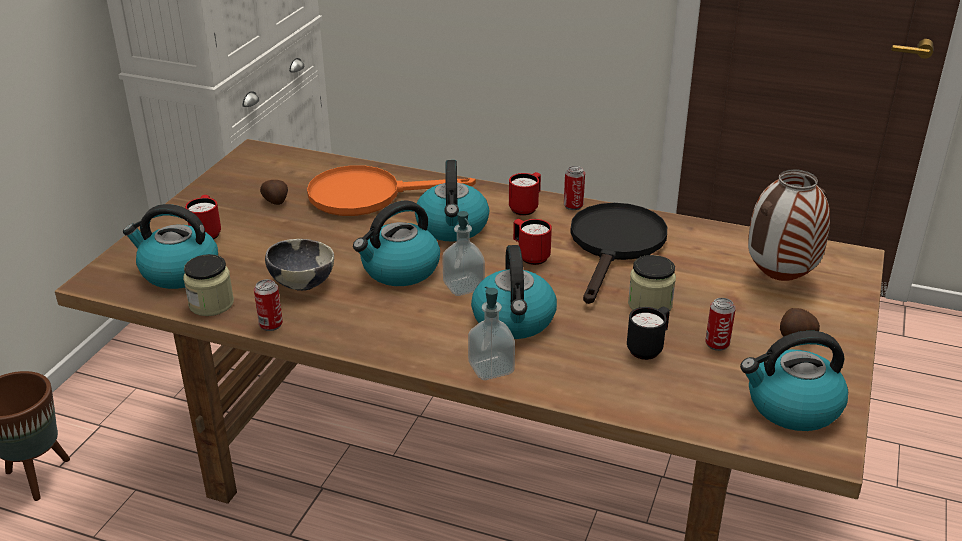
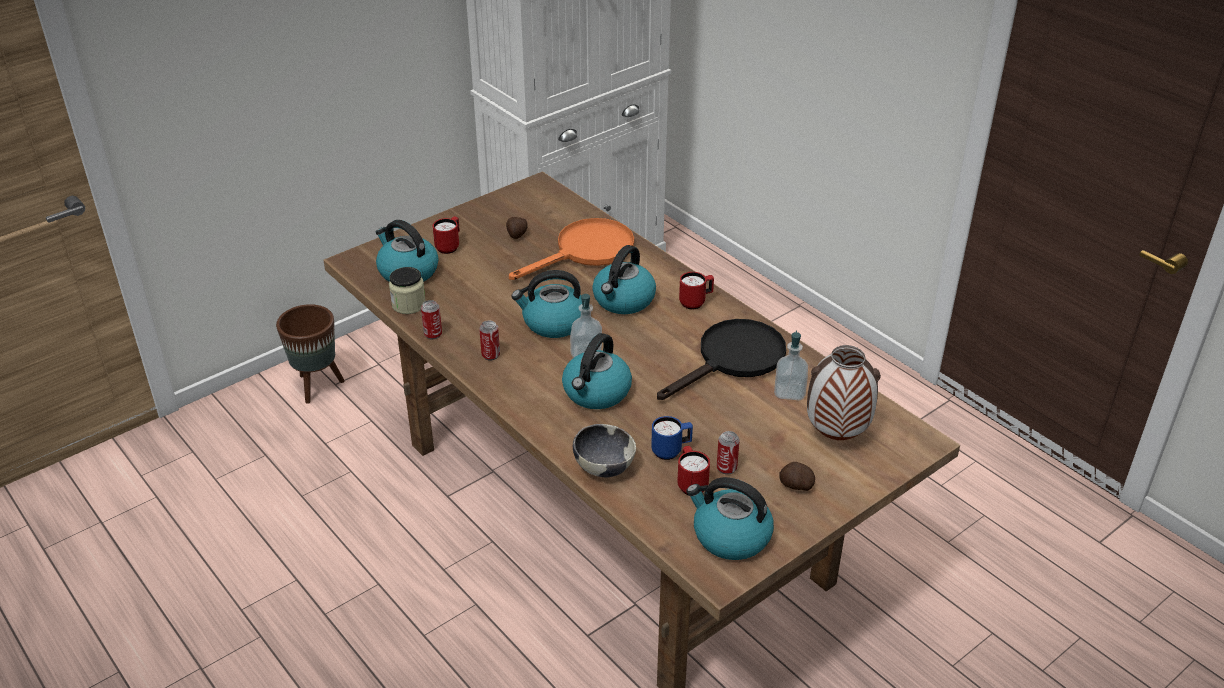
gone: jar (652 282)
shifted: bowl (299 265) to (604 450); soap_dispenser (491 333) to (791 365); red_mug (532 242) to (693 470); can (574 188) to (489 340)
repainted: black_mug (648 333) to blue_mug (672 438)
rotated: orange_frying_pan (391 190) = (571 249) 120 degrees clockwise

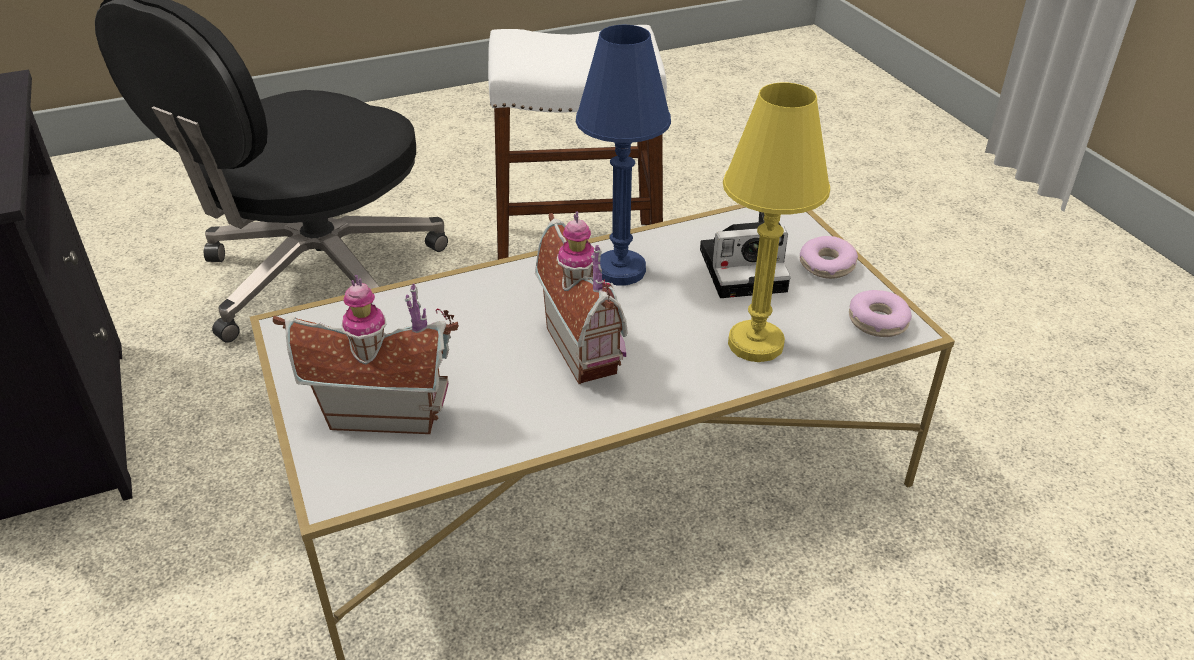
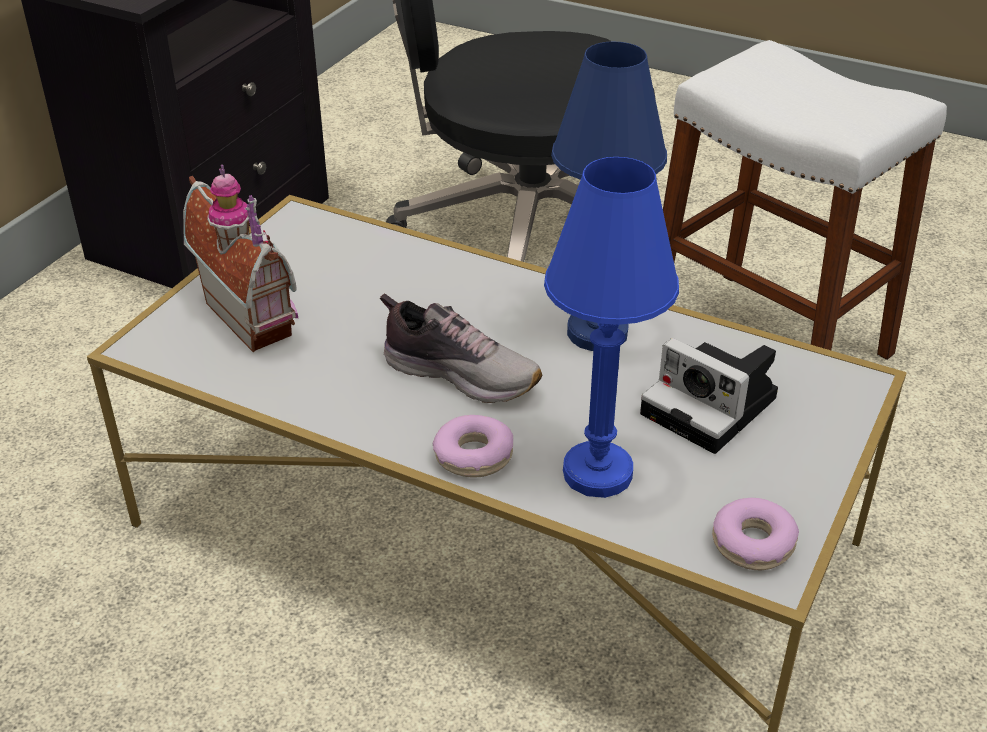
shifted: donut (829 257) to (472 446)
swapped: toy_house (581 297) to shoe (461 348)
repainted: yellow_table_lamp (776 222) to blue_table_lamp (611 327)

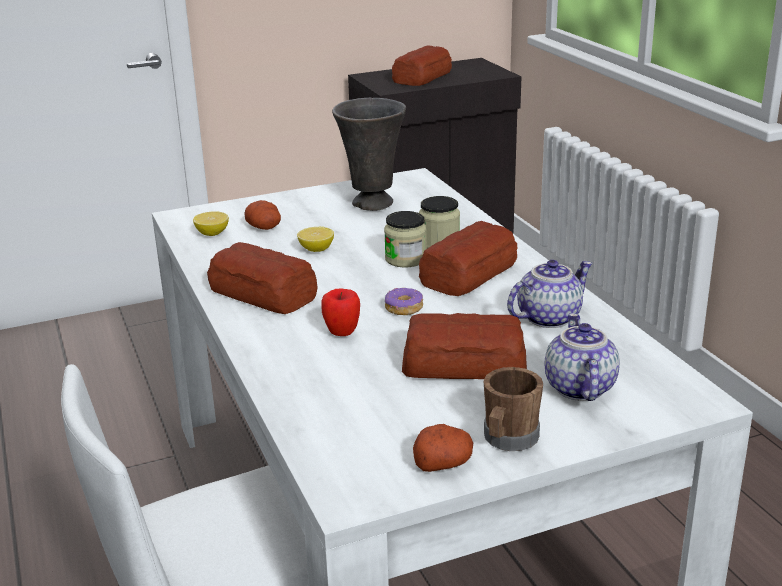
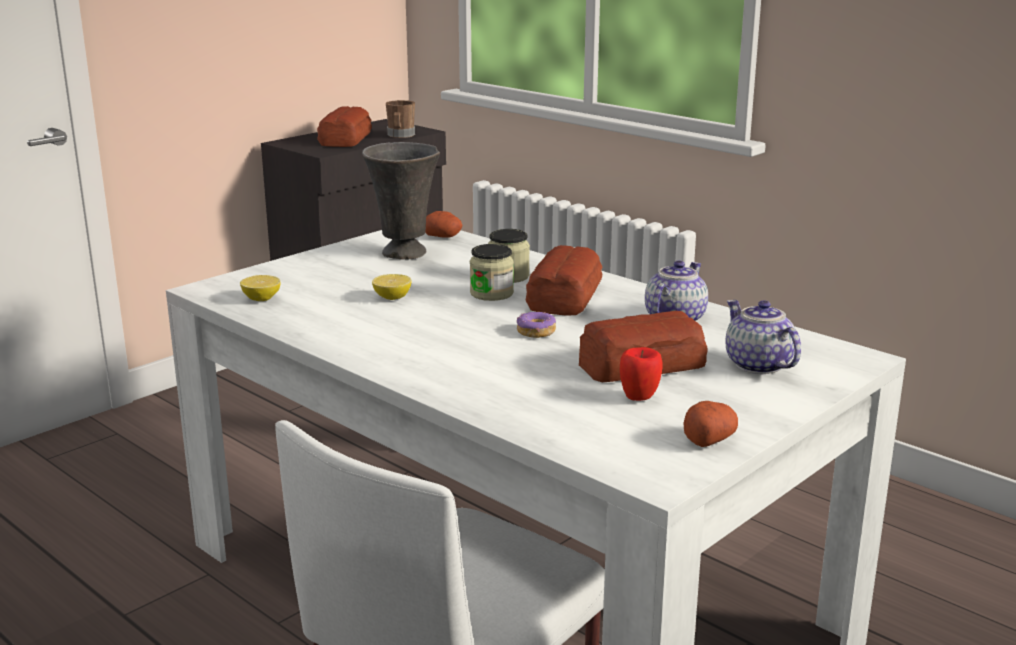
gone: bread (262 278)
shifted: potato (262 215) to (443 224); apple (340 312) to (641 374); brown_mug (513 409) to (400 119)

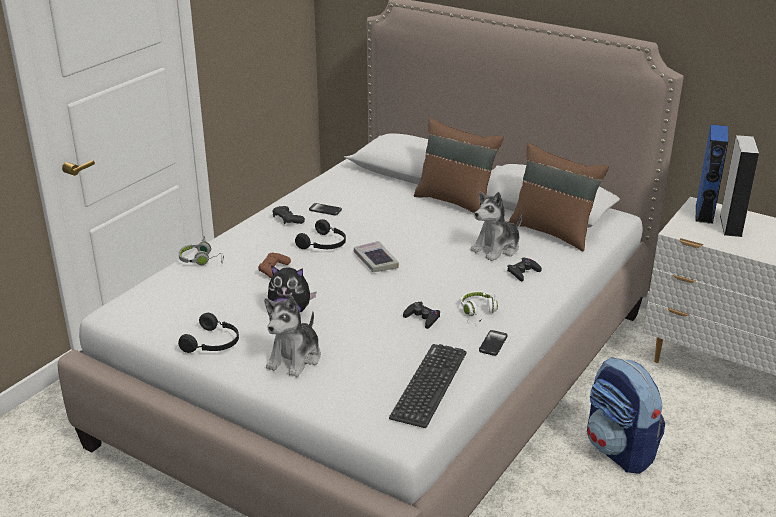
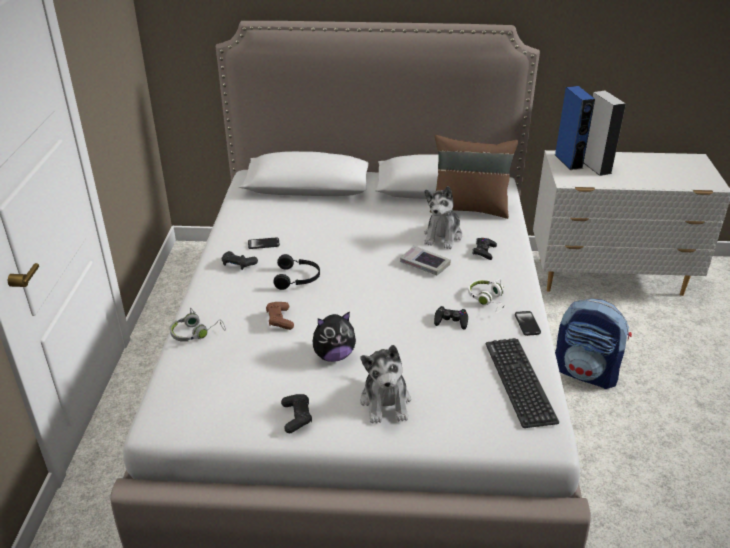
gone: brown_pillow (459 165)
shifted: book (376 256) to (425 260)
swapped: black_headphones (208 333) to black_game_controller (296 413)

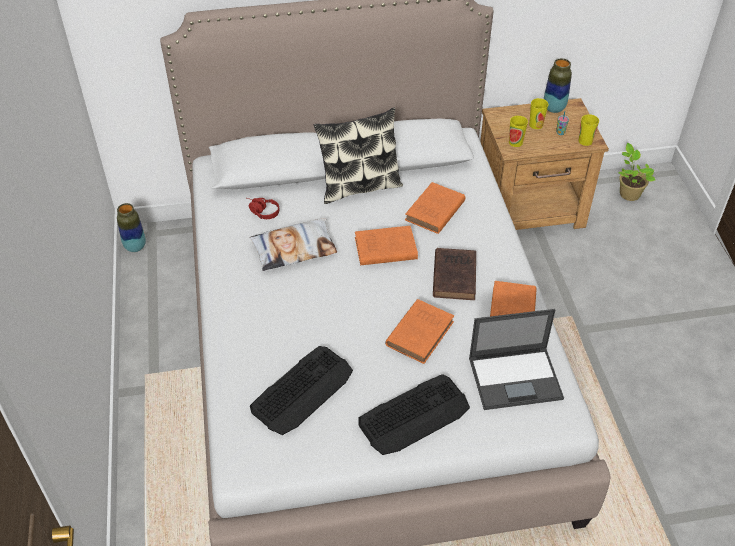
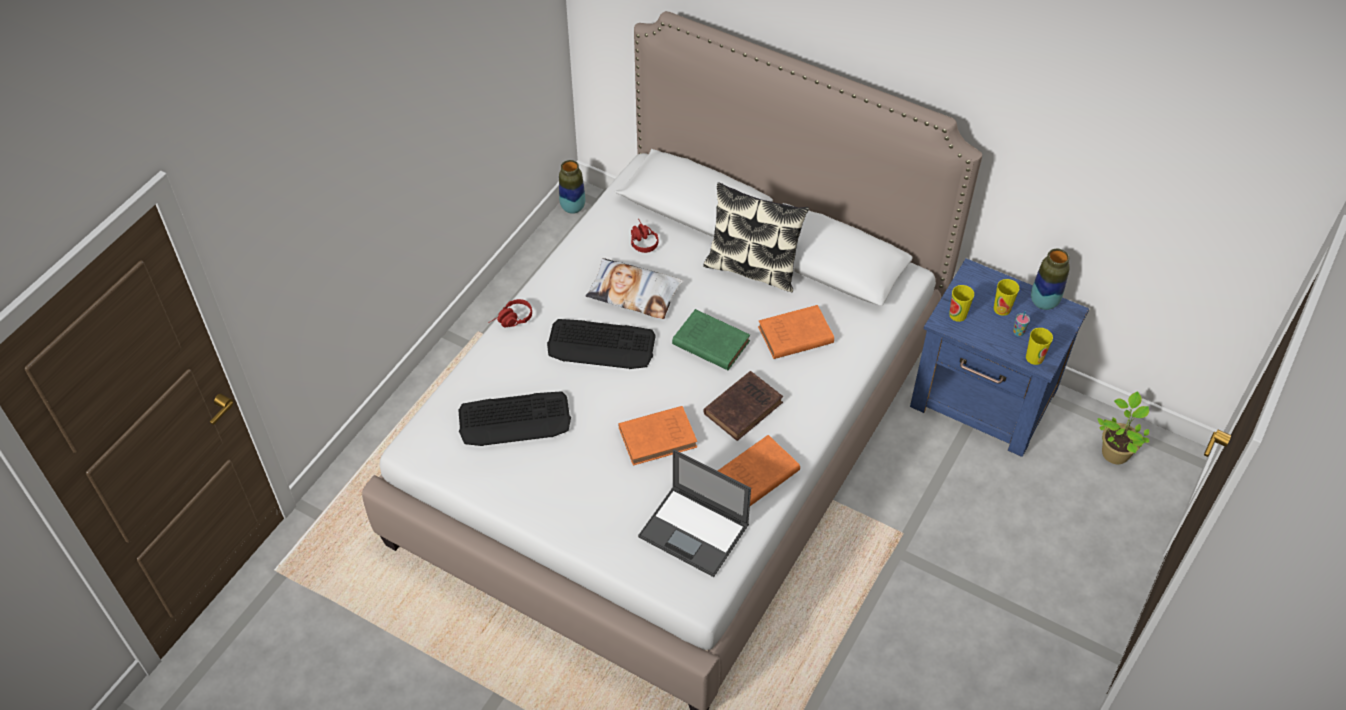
new: red_headphones (510 313)
shifted: keyboard (414 414) to (601 344)
repainted: orange_book (386 246) to green_book (711 339); brown_nightstand (544 164) to blue_nightstand (999 358)

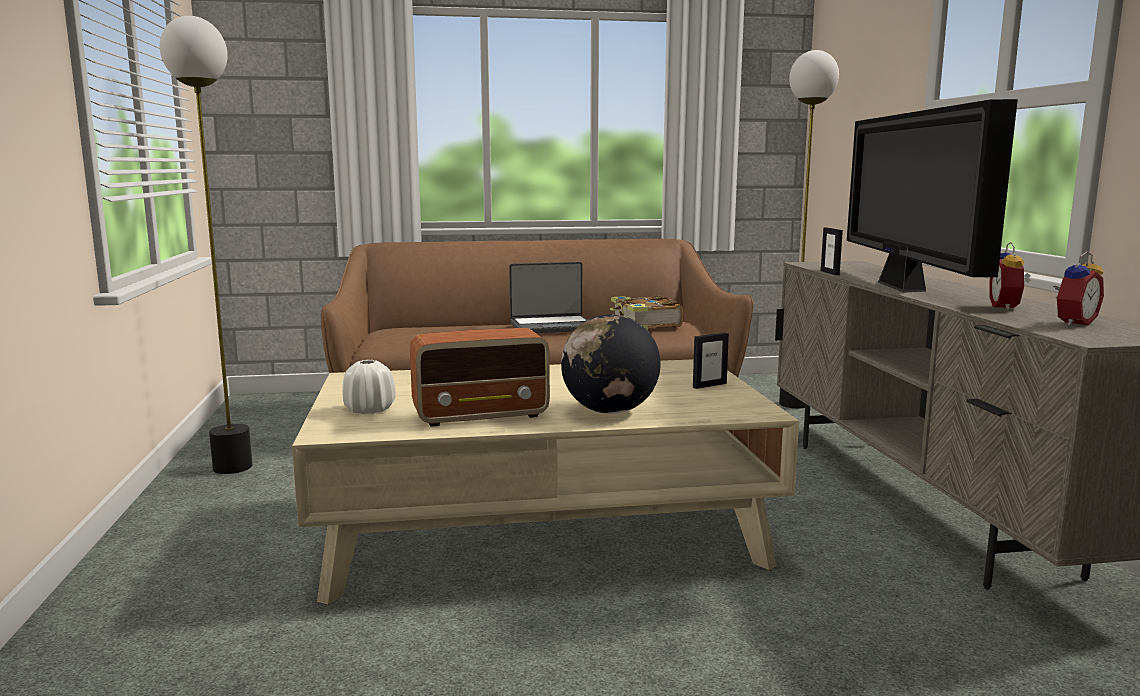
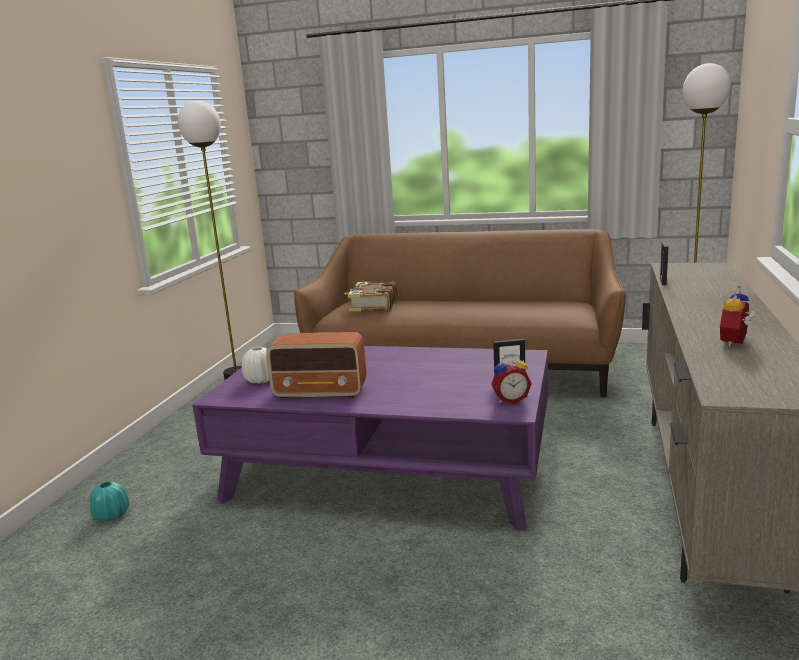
gone: laptop (548 297); globe (611 364); television (932 196)
new: turquoise_vase (109 501)
shifted: book (646 312) to (370 296); alarm_clock (1078 288) to (511 379)
repainted: beige_coffee_table (545 481) to purple_coffee_table (370 438)

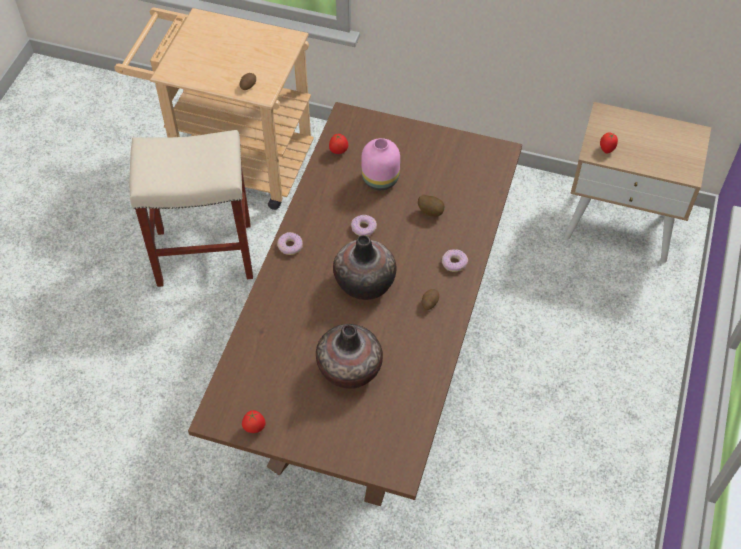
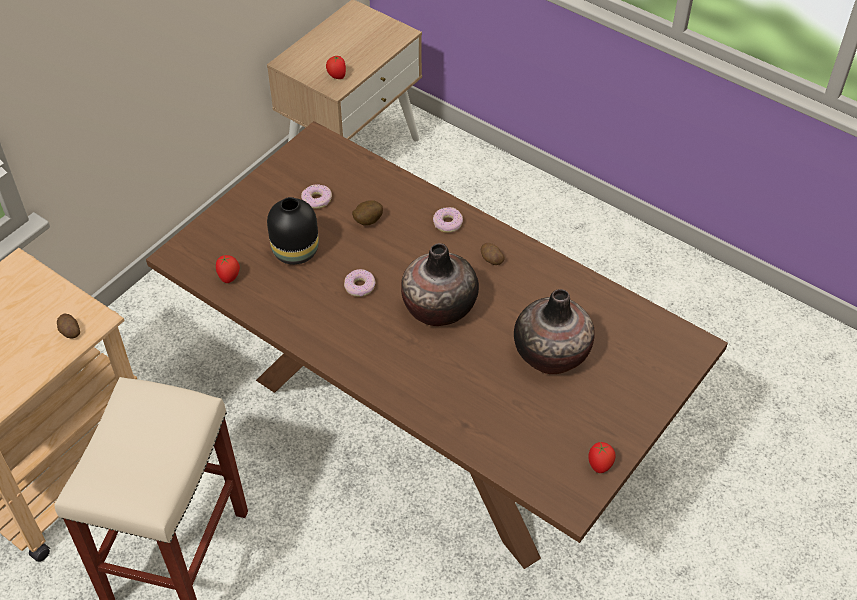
shifted: donut (290 243) to (316 196)
repainted: pink_vase (380 164) to black_vase (293 231)

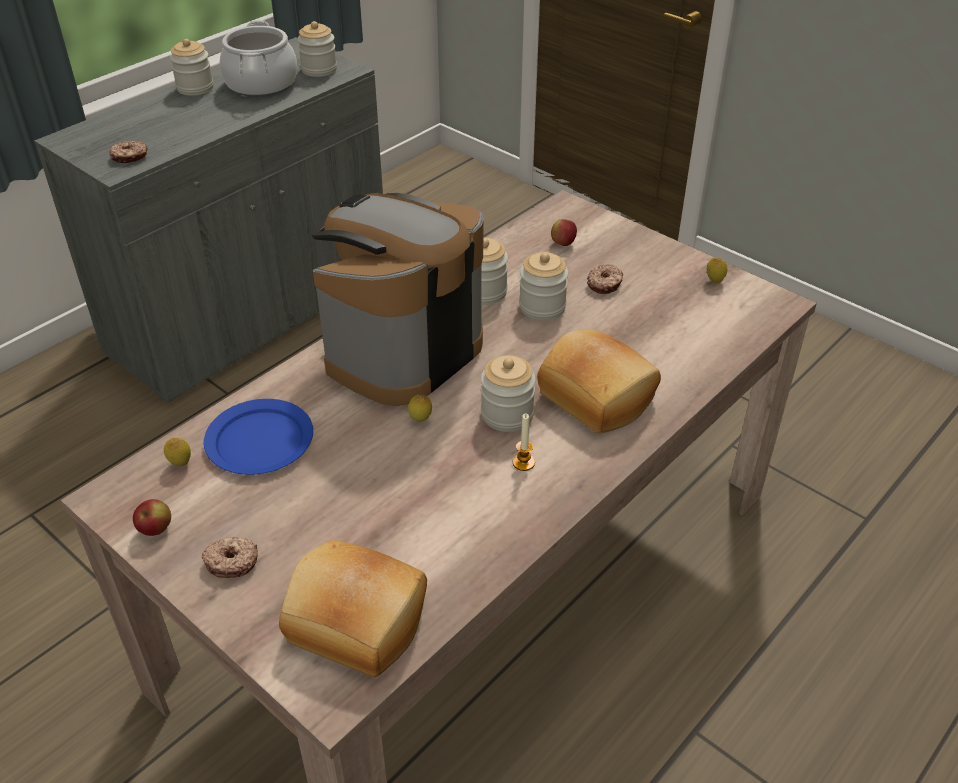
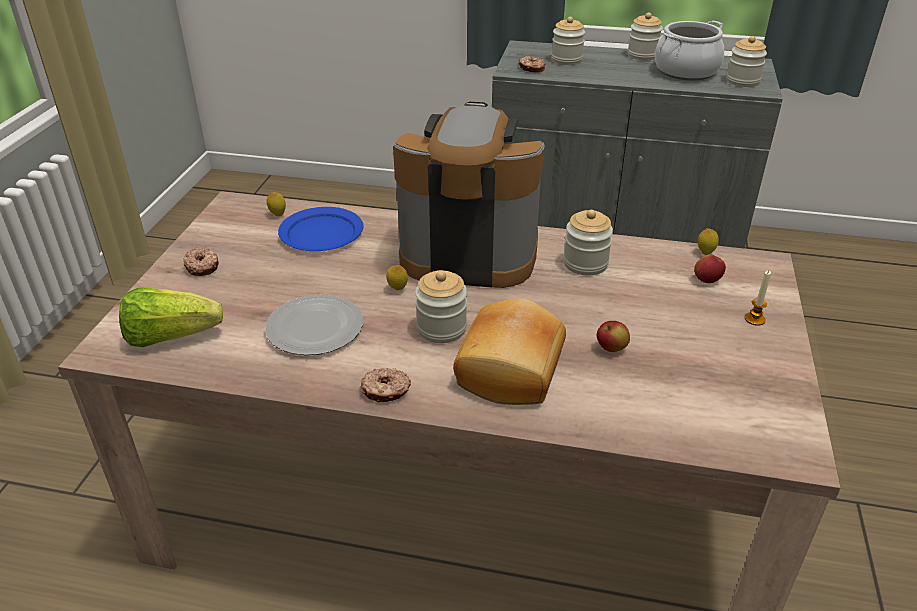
new: plate (314 324)
shifted: apple (152 517) to (613 336); candle (524 442) to (758 298); jar (543 286) to (568 41); donut (605 279) to (386 385); lemon (717 270) to (708 241)
swapped: bread (353 608) to lettuce (171 317)

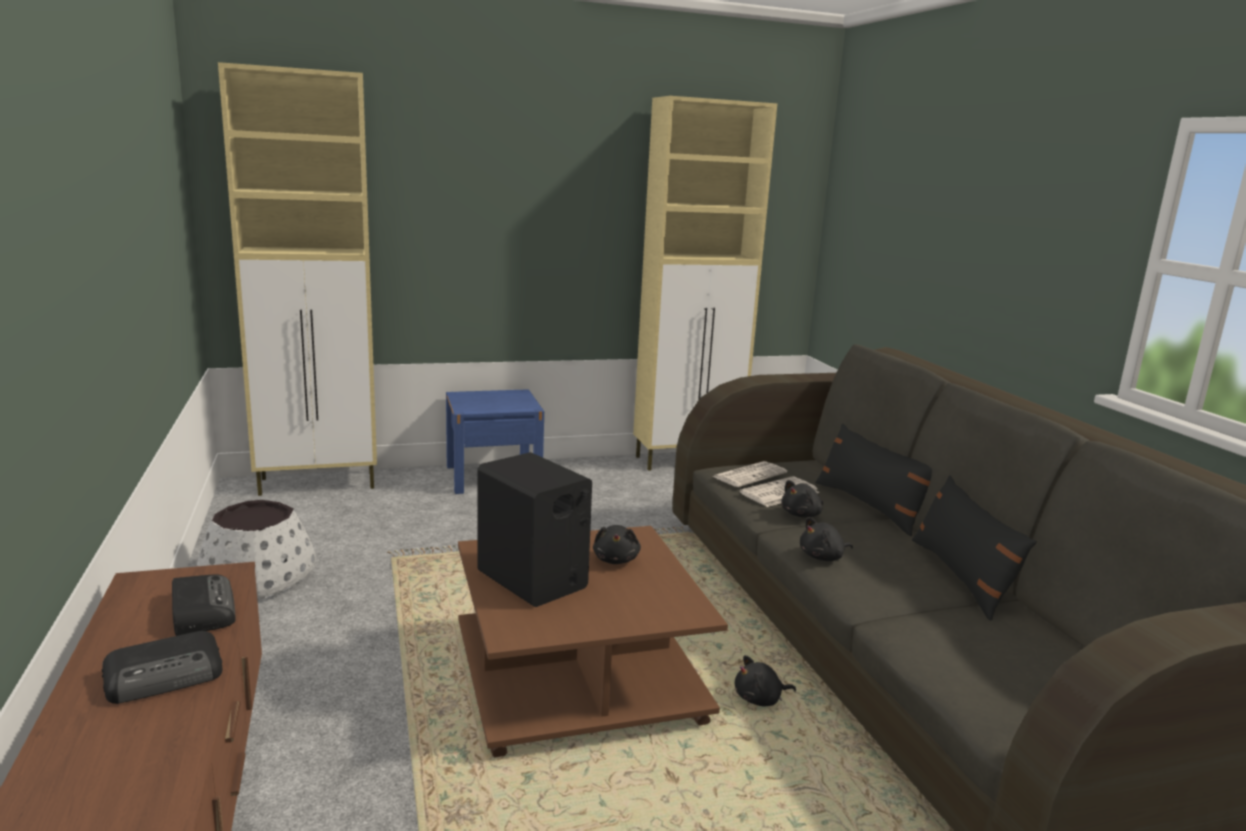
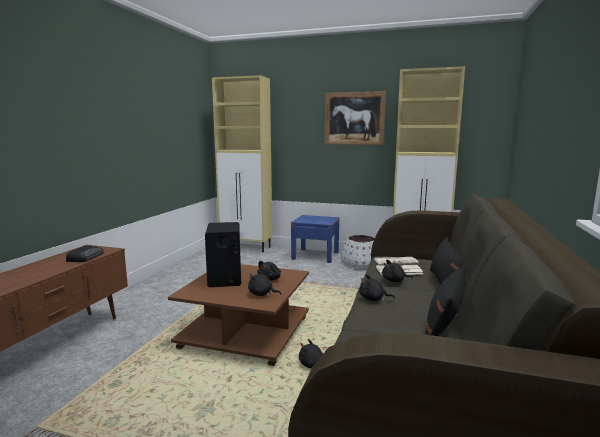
gone: radio (162 667)
new: black_plush_toy (264 283); picture (355 118)
shifted: white_planter (256 550) to (358 252)

